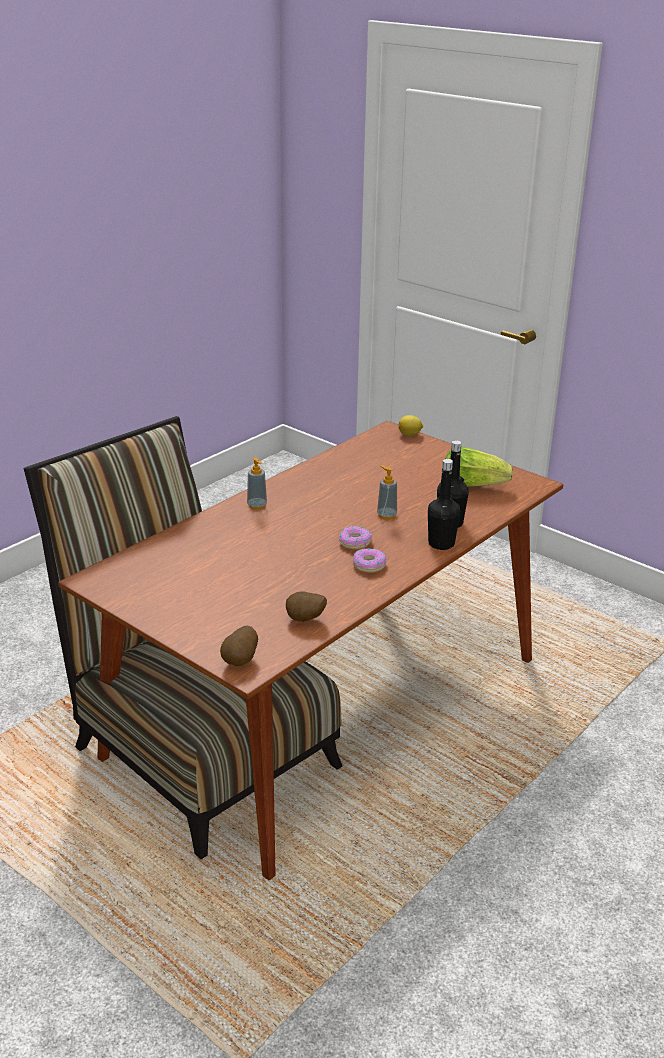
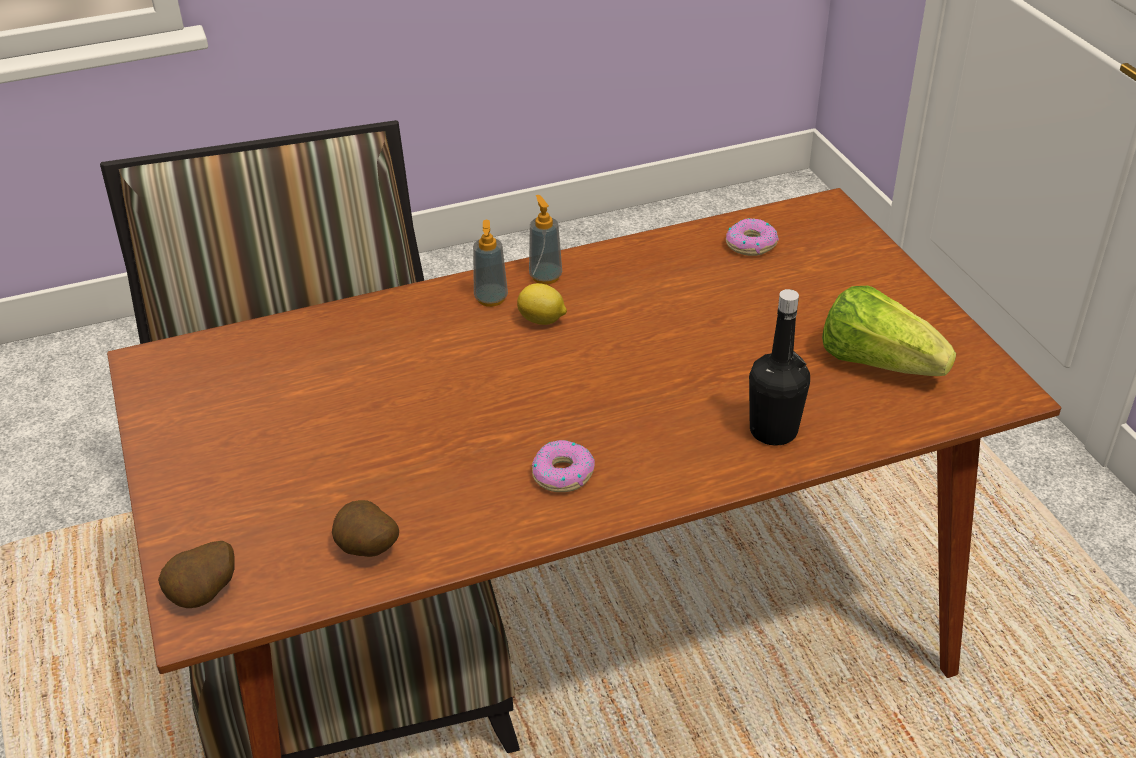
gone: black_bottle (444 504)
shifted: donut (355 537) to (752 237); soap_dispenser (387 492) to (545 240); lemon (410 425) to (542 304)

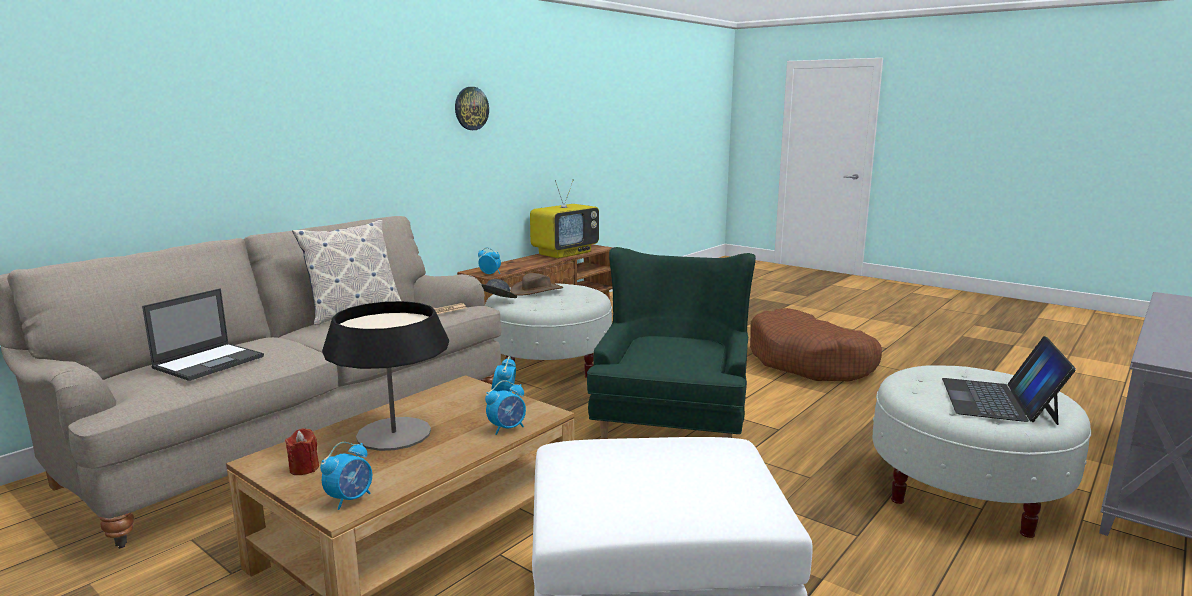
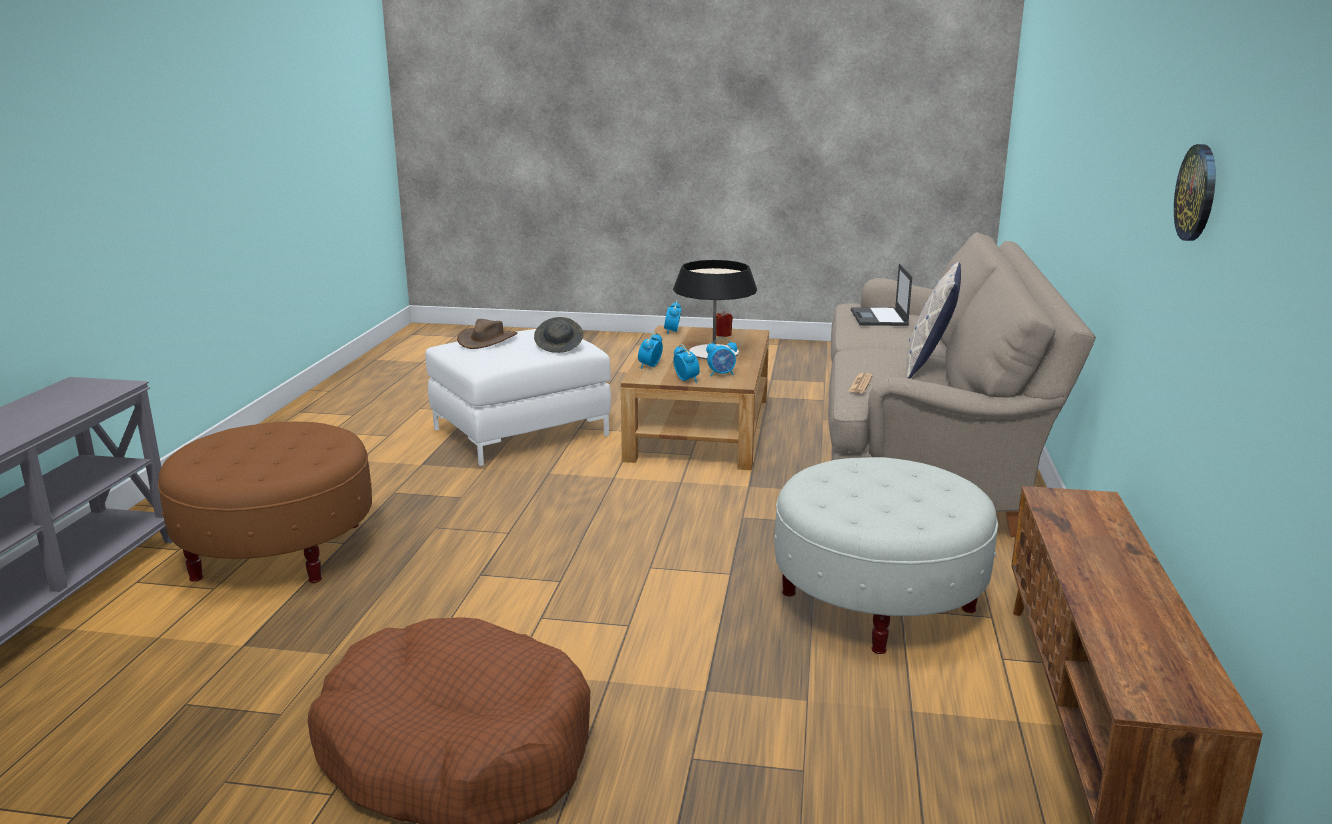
gone: television (564 218); green_armchair (671 343); laptop (1009 380)
shifted: alarm_clock (489 260) to (721 356); grey_hat (499 288) to (559 335); brown_hat (536 284) to (487 334)
repainted: white_ottoman (982 451) to brown_ottoman (265 502)

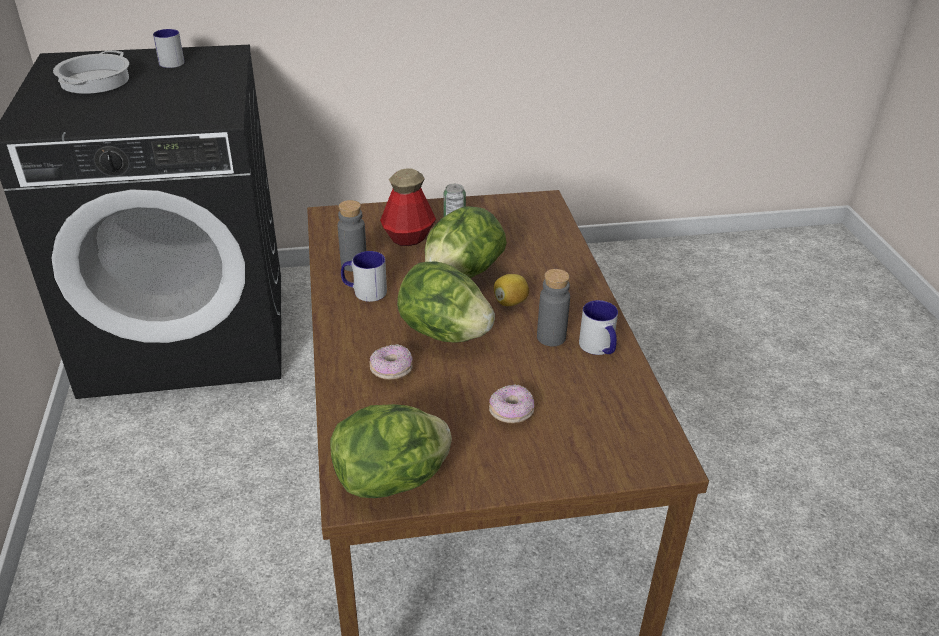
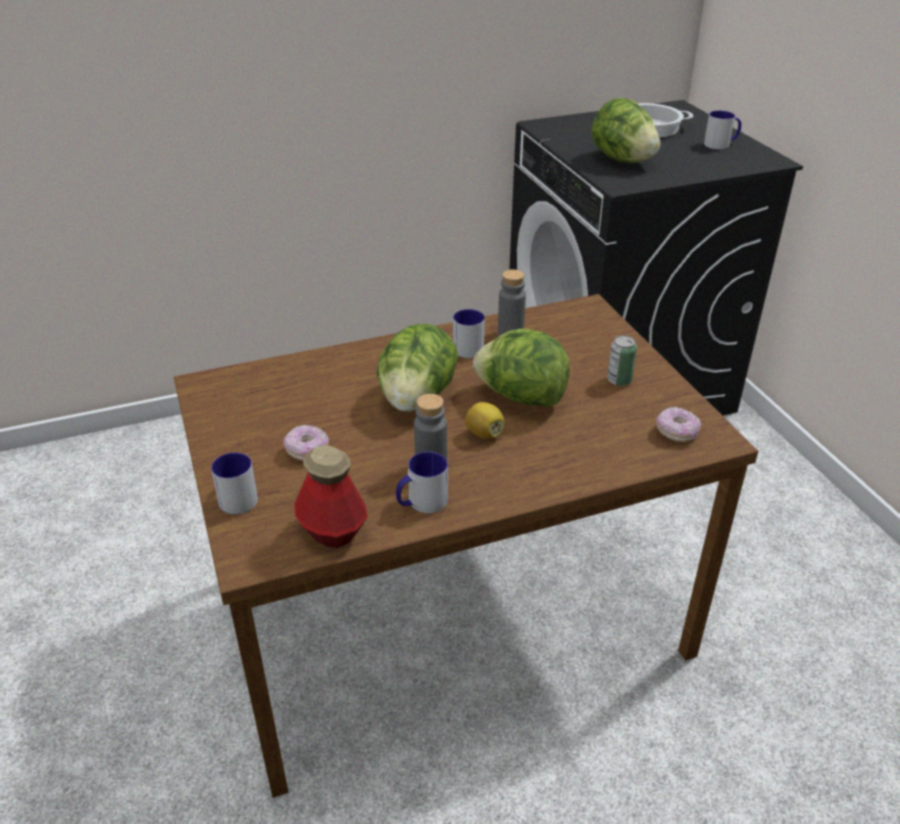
new: mug (234 483)
shifted: lettuce (391 451) to (626 130); donut (391 362) to (679 424); bottle (408 207) to (331 496)

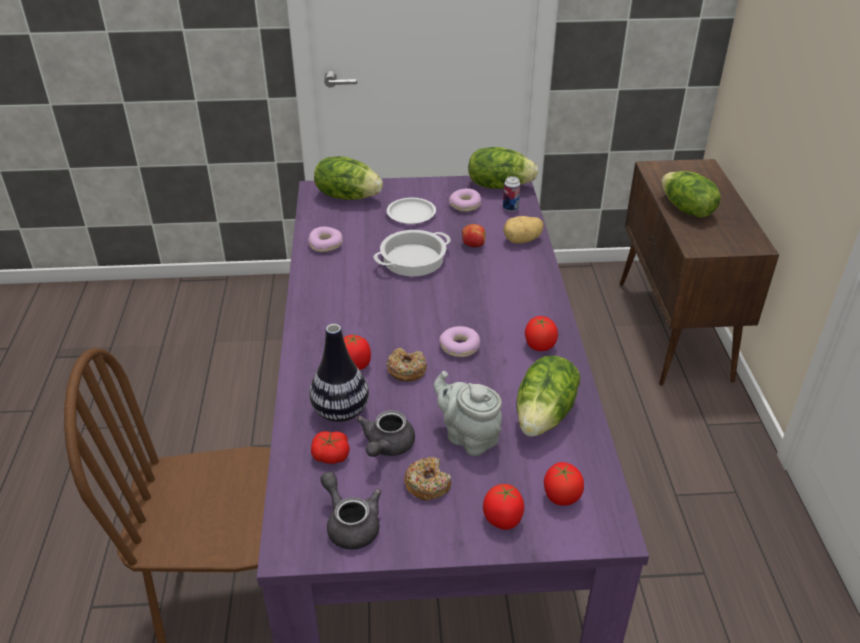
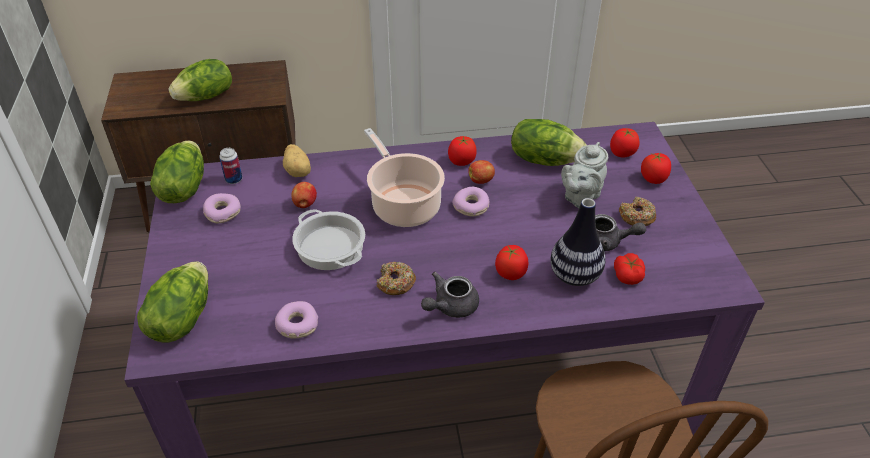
gone: white_plate (411 210)
new: cooking_pot (404 177); apple (481 172)
shifted: grey_teapot (350 510) to (450 295); donut (407 364) to (396 278)

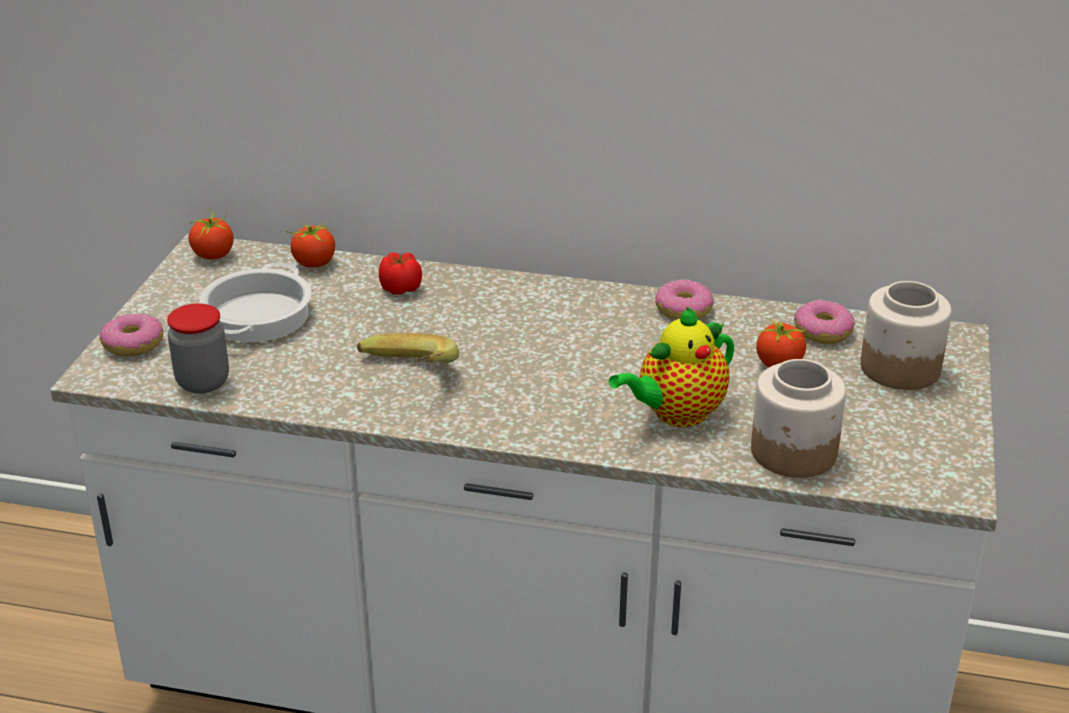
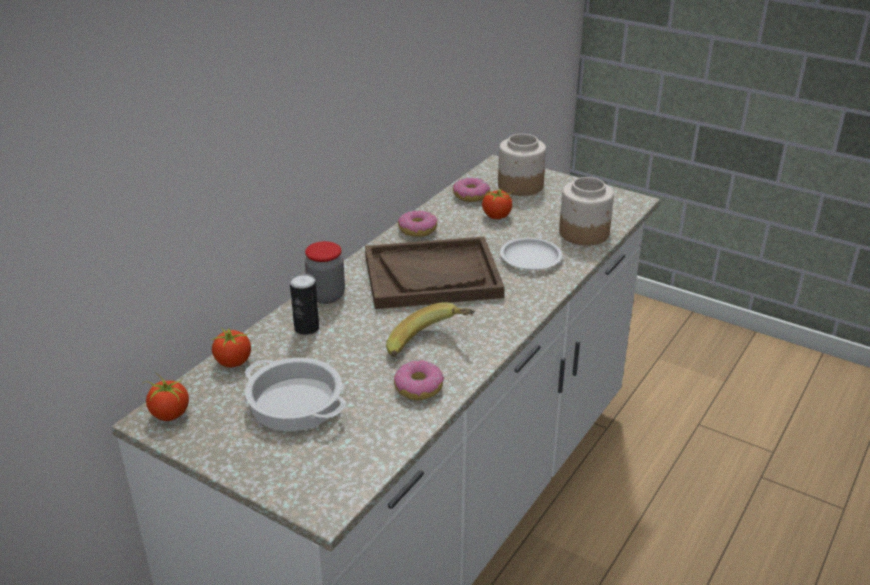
new: brown_tray (435 273)
shifted: donut (131 335) to (419 380); jar (198 348) to (325 272)
swapped: tomato (400 273) to can (304 304); teapot (671 367) to white_plate (531 254)

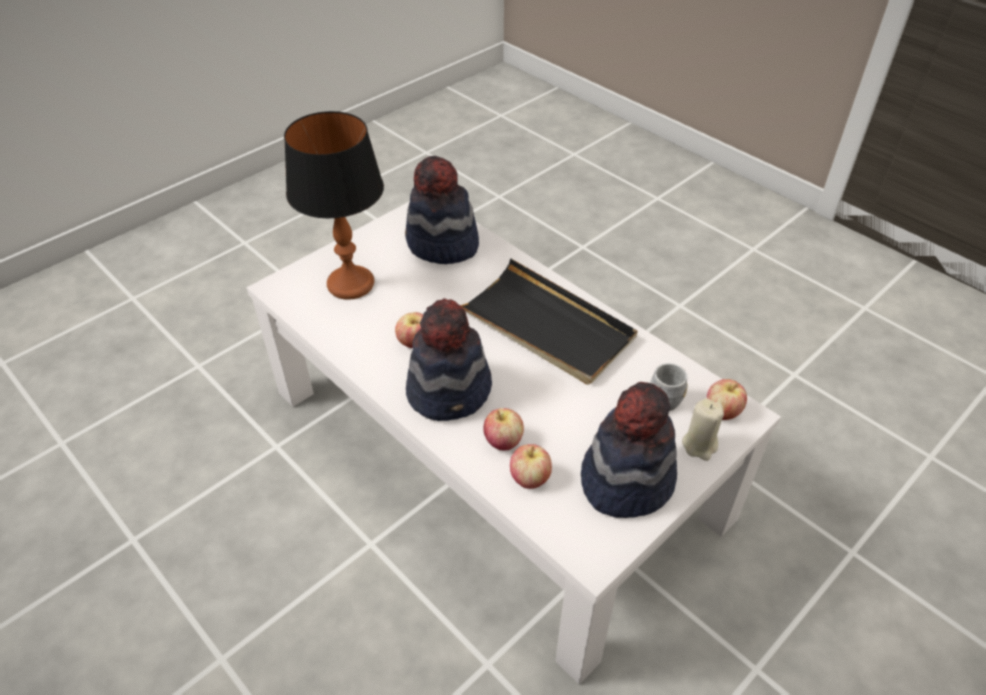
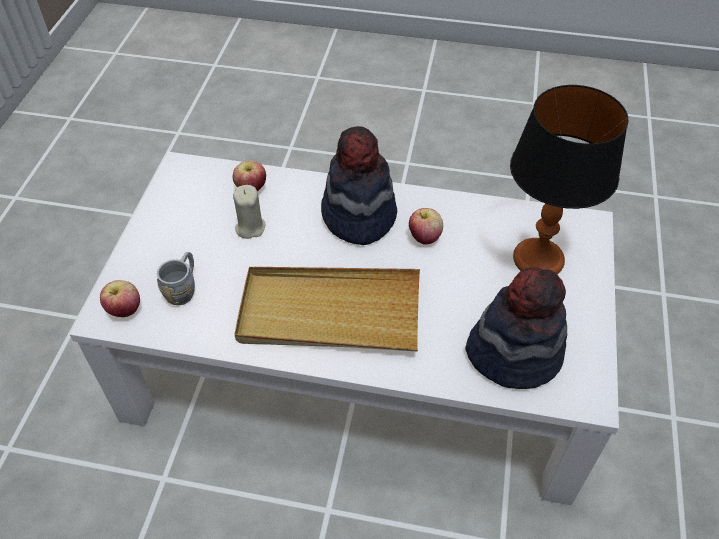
gone: apple (503 429); hat (629 450)
shifted: beige_candle (703 429) to (249 212)
repainted: black_tray (548 322) to beige_tray (327 309)

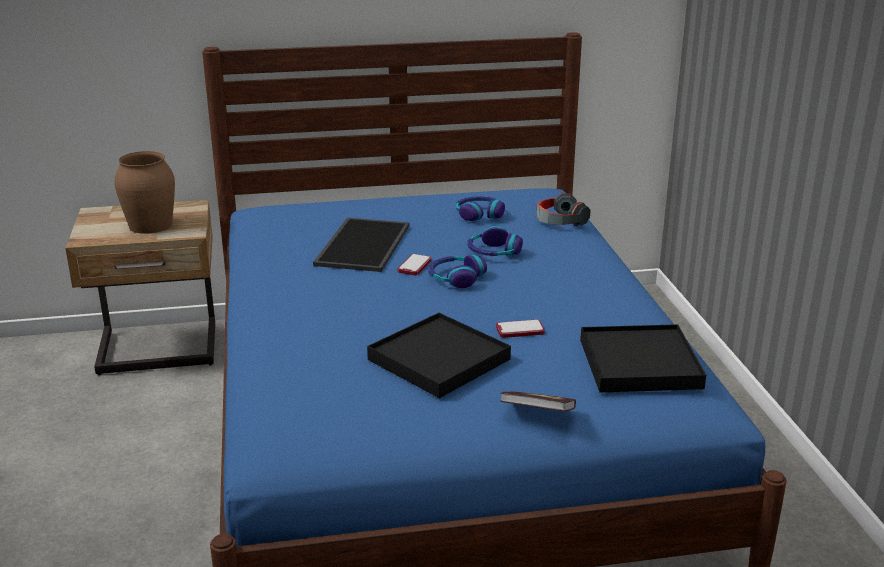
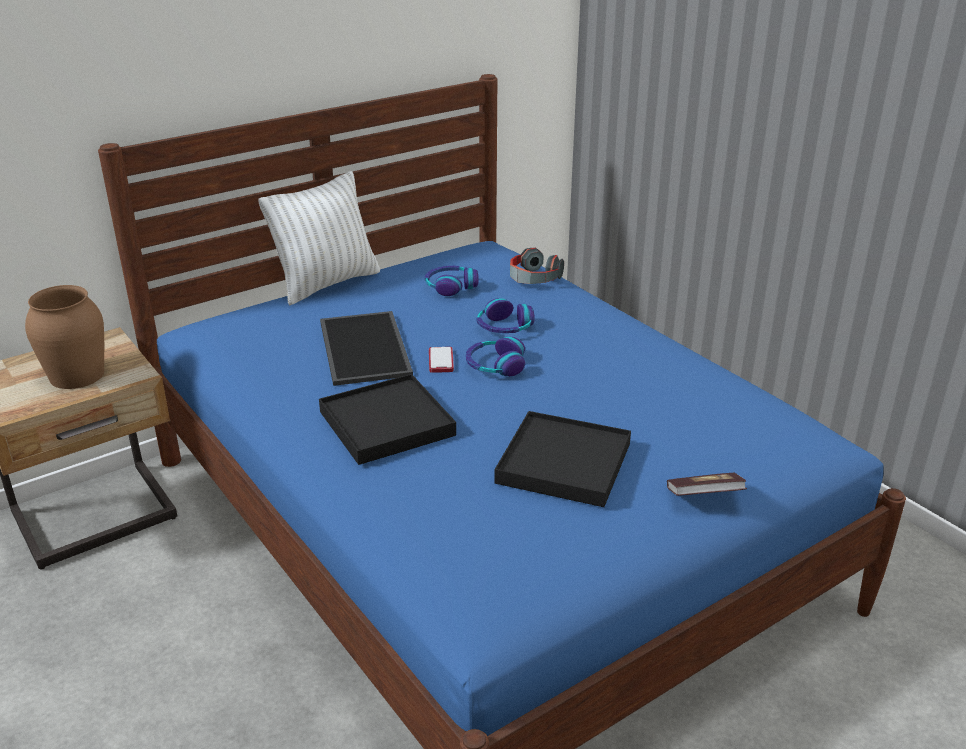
gone: phone (520 329)
new: white_pillow (319 238)
shifted: black_tray (643 358) to (387 419)

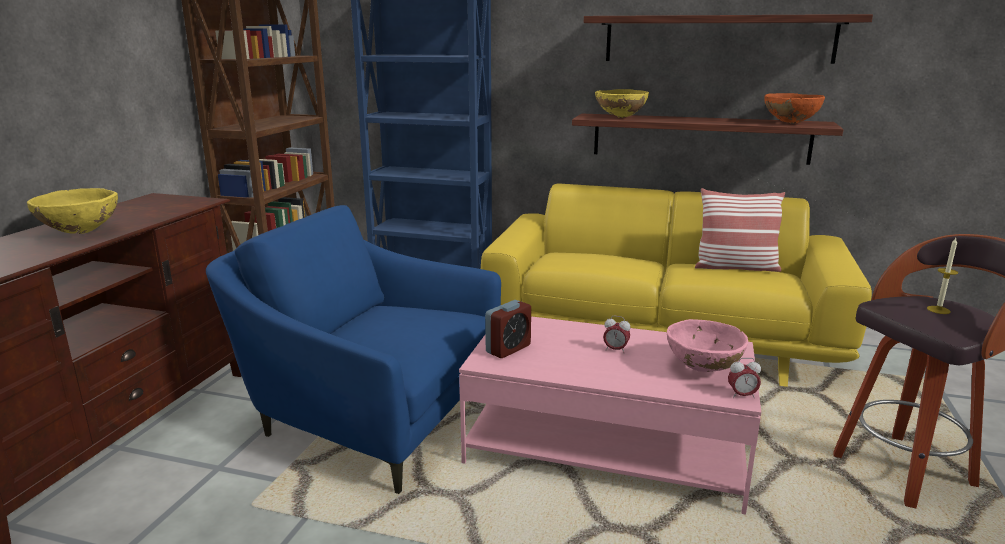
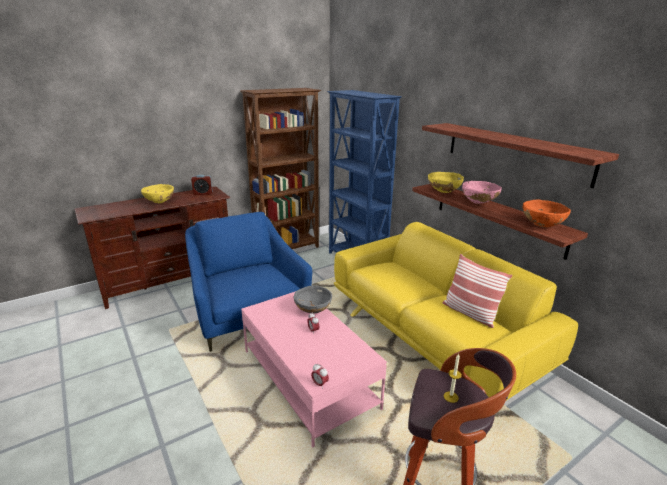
new: grey_bowl (312 299)
shifted: alarm_clock (508 329) to (201 185); pink_bowl (707 345) to (482 192)

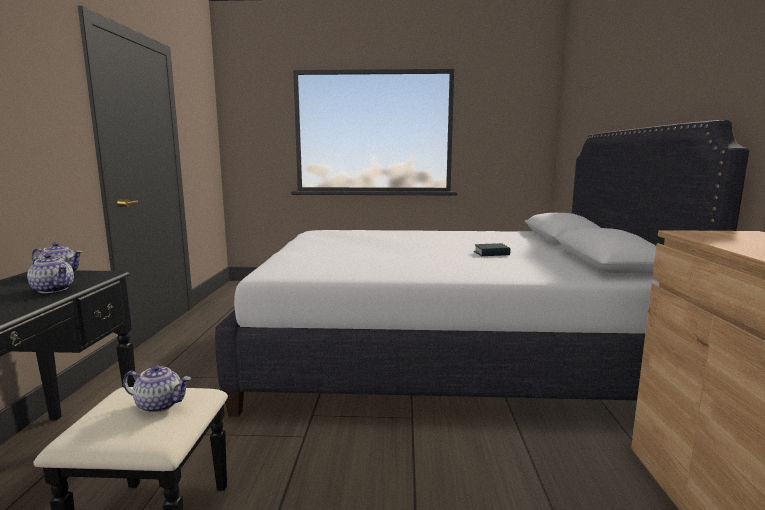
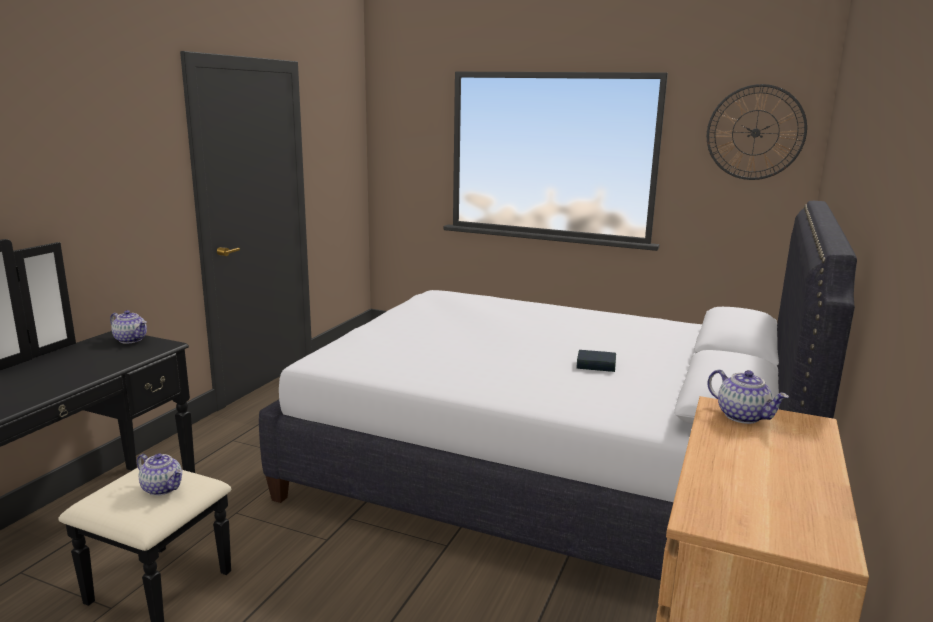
new: wall_clock (757 132)
shifted: teapot (50 273) to (748 396)

